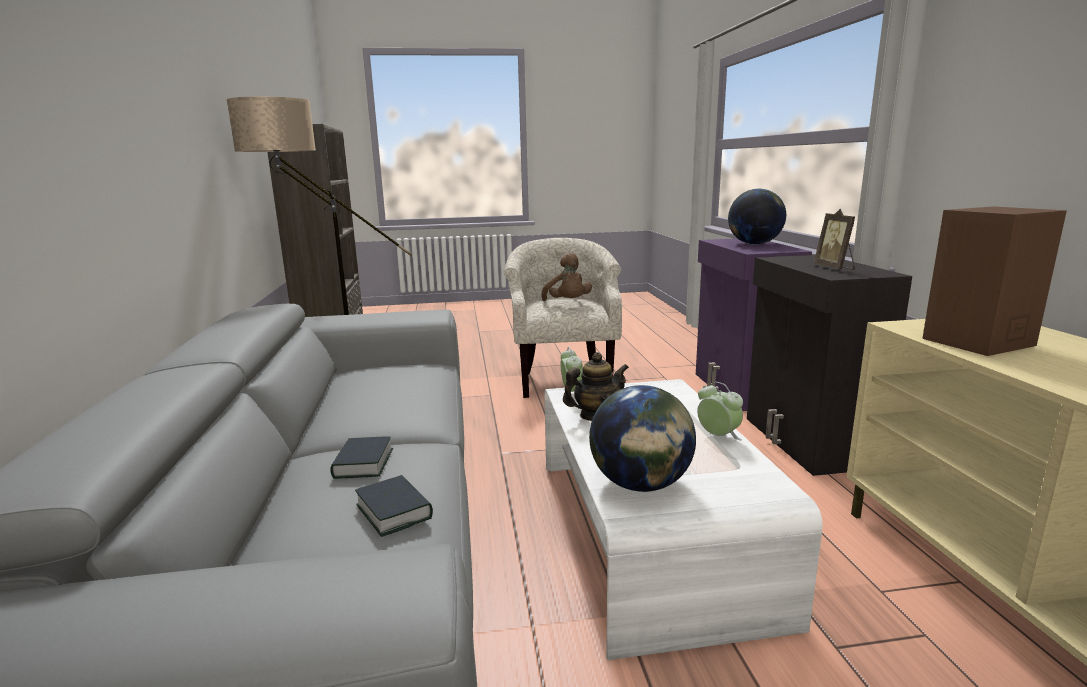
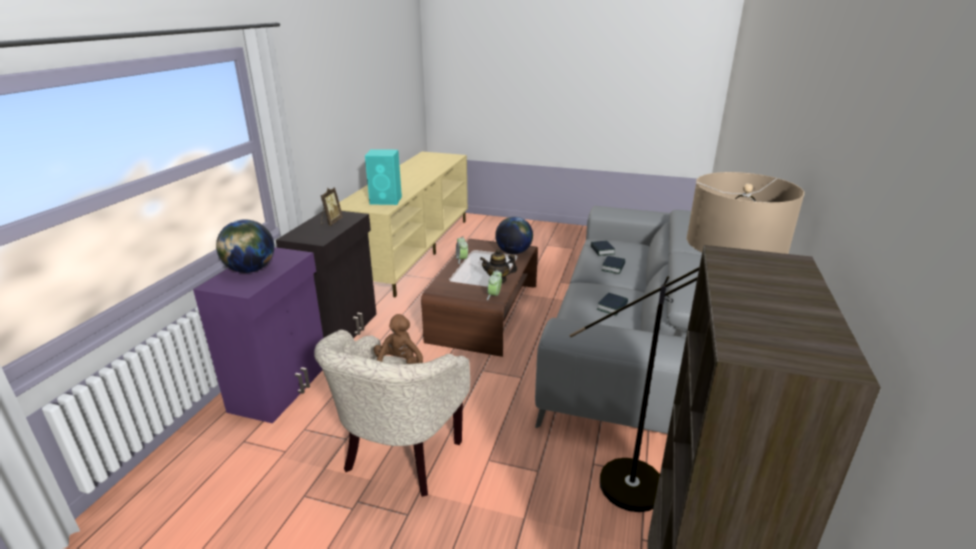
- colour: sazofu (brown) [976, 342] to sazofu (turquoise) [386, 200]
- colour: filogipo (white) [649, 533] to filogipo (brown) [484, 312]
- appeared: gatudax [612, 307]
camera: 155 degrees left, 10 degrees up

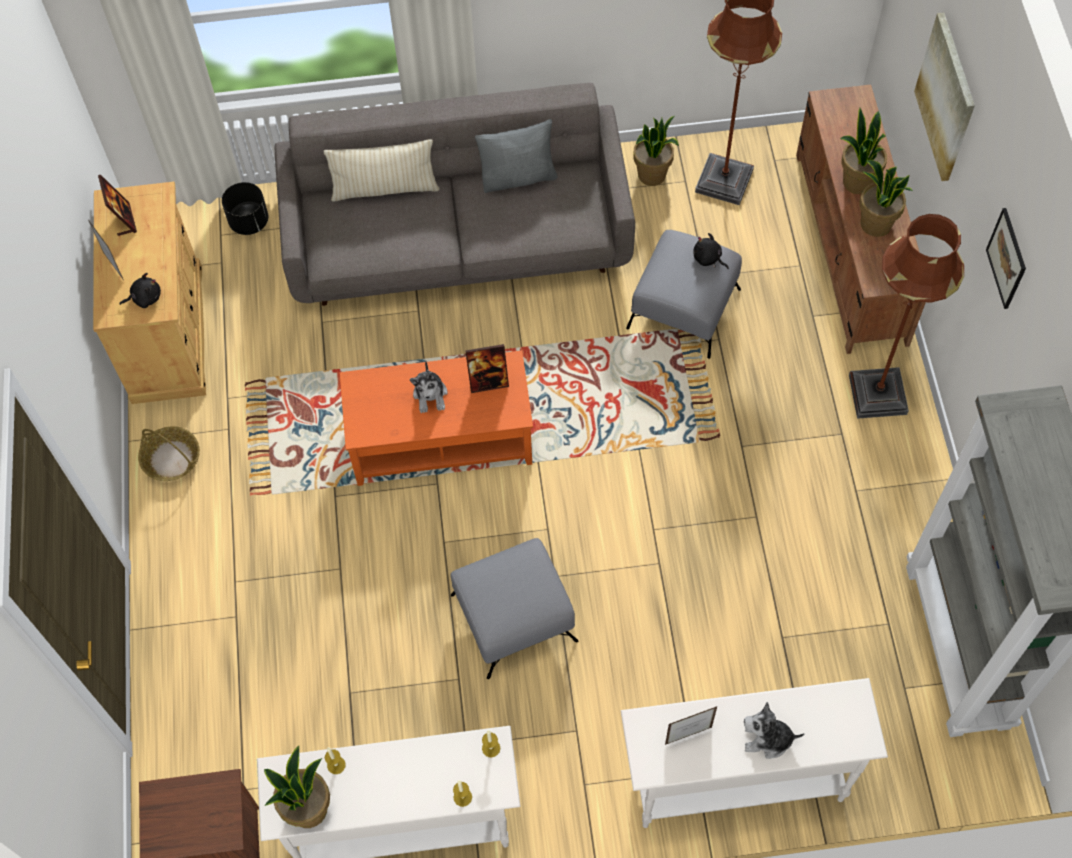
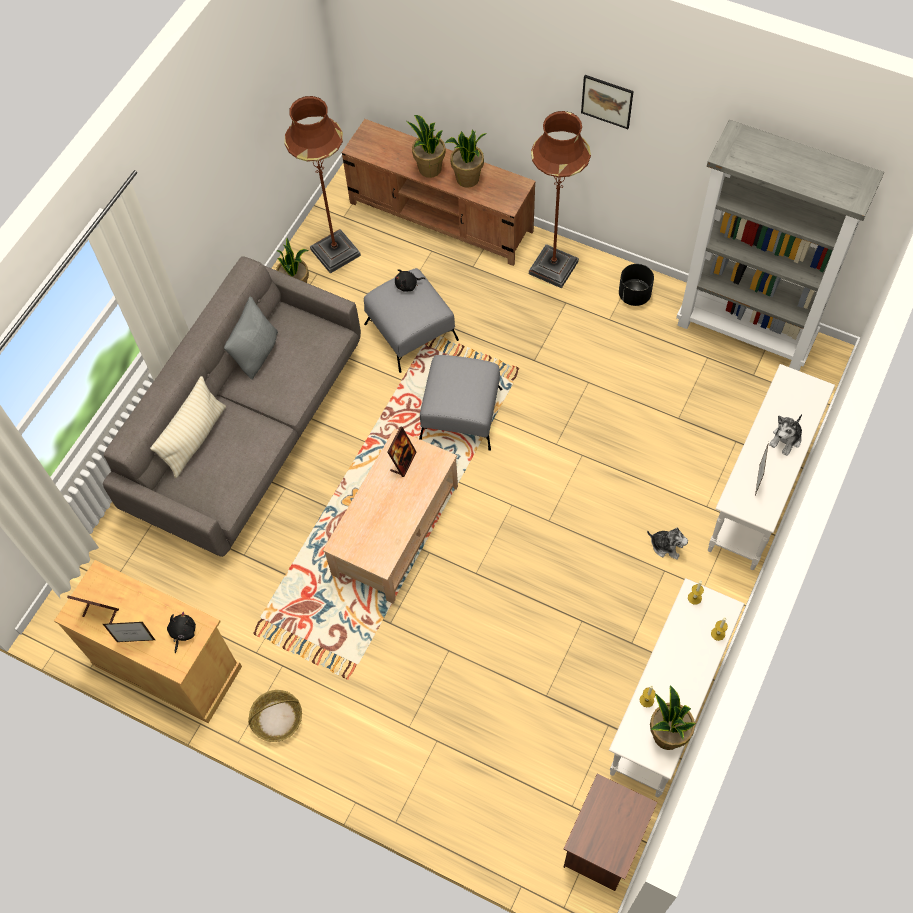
- missing: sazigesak [946, 97]
- relocated: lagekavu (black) [249, 221] to [634, 295]
- colour: filogipo (orange) [441, 436] to filogipo (beige) [395, 529]
- relocated: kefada [430, 395] to [666, 546]
- relocated: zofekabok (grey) [513, 617] to [460, 414]
camera: 55 degrees left, 0 degrees up

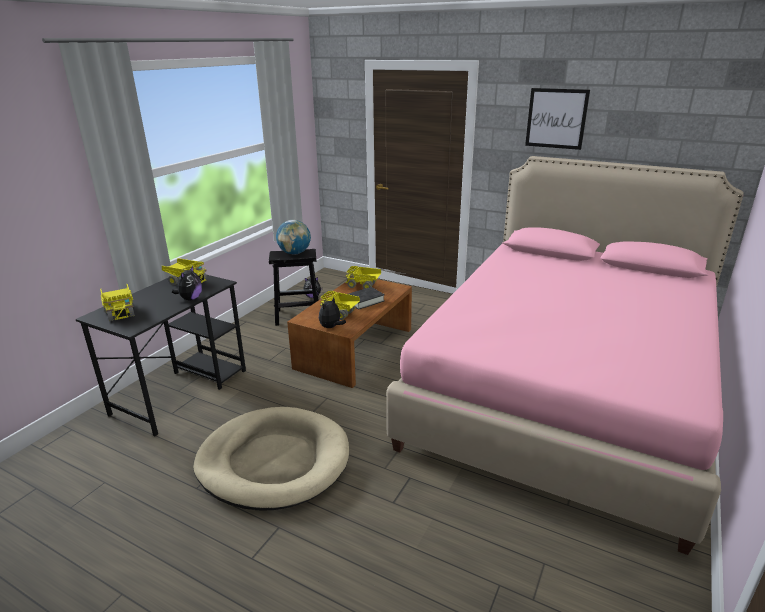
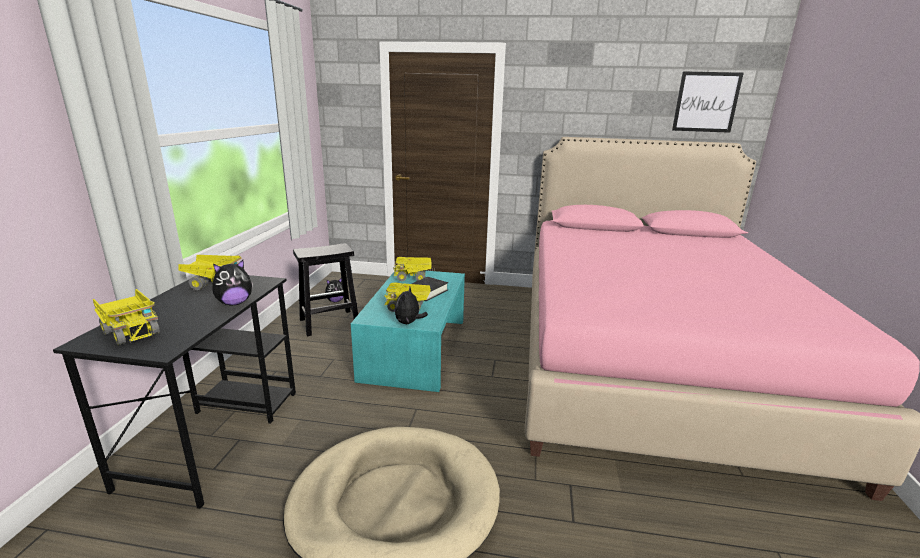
- relocated: sazigesak [556, 118] to [706, 102]
- missing: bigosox [294, 253]
- spun: kefada [190, 299] = [235, 303] 60 degrees clockwise
- colour: filogipo (brown) [355, 348] to filogipo (turquoise) [416, 348]
camera: 20 degrees left, 5 degrees down

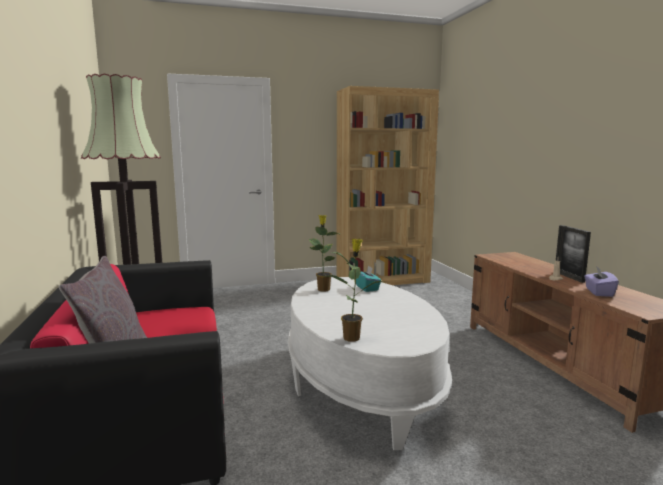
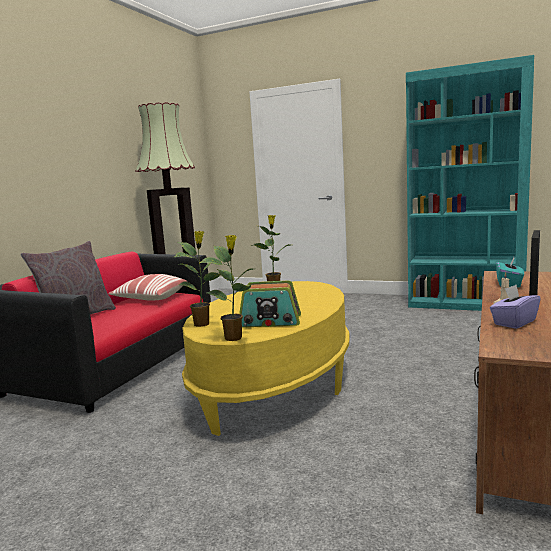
- colour: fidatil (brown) [383, 280] to fidatil (turquoise) [465, 304]
- relocated: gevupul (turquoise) [367, 288] to [509, 284]
- colour: filogipo (white) [362, 384] to filogipo (yellow) [275, 385]
- appeared: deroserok [234, 338]
- appeared: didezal [150, 298]
- appeared: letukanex [270, 321]
camera: 40 degrees right, 0 degrees up

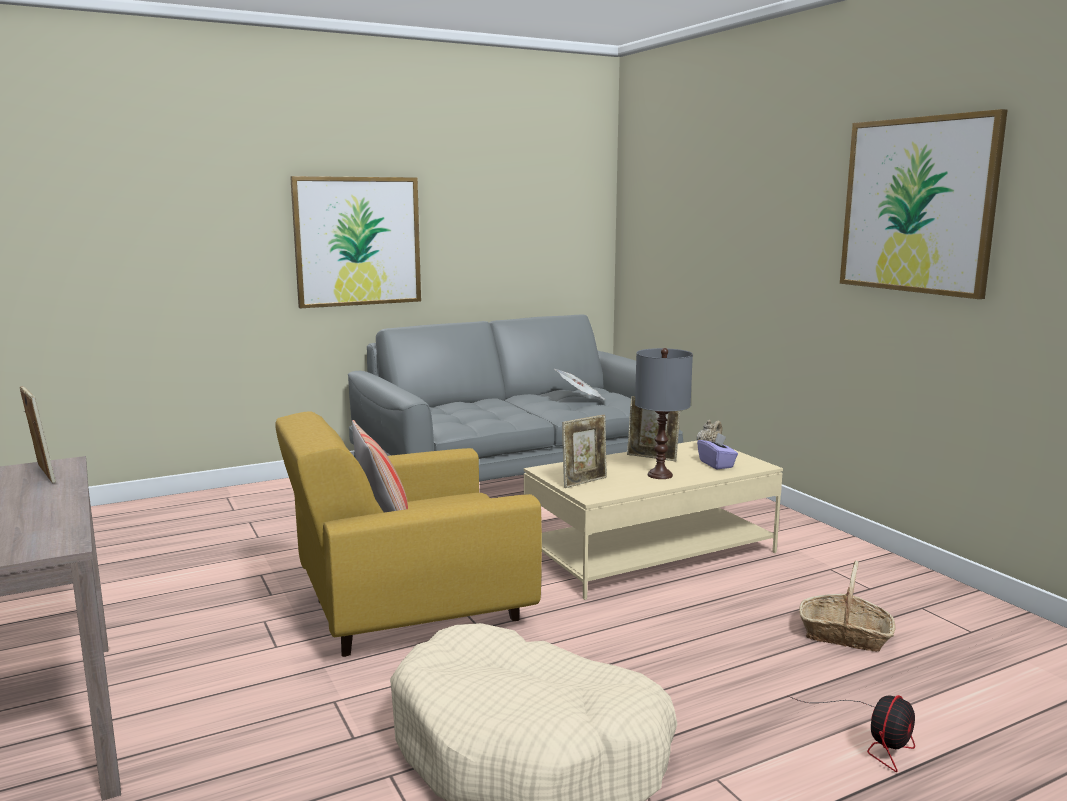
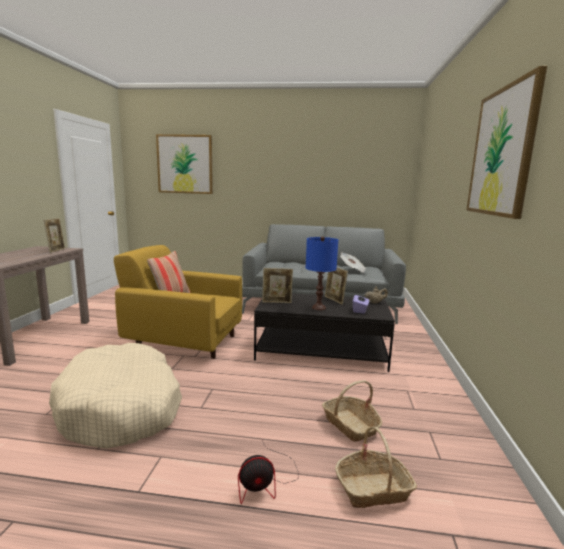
- relocated: sazigesak [357, 241] to [185, 164]
- colour: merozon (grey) [660, 475] to merozon (blue) [319, 308]
- colour: filogipo (beige) [650, 552] to filogipo (black) [321, 351]
- appeared: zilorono [373, 489]
camera: 35 degrees right, 0 degrees up

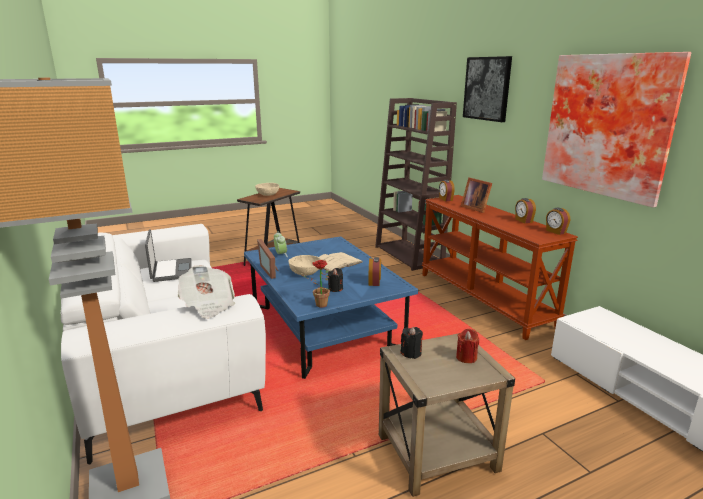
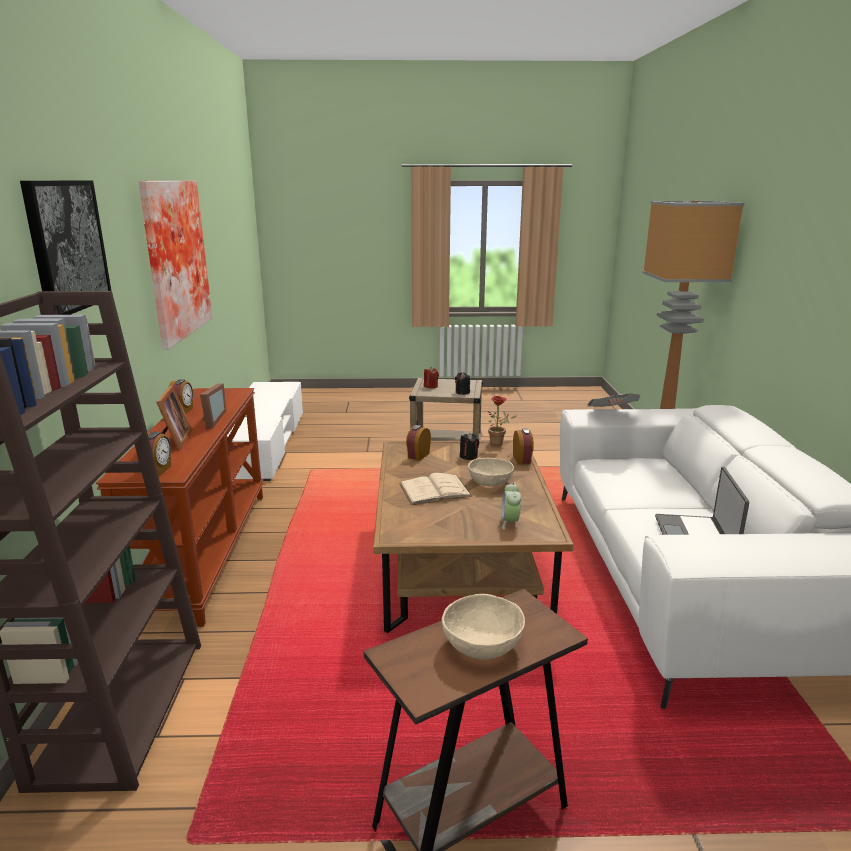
- relocated: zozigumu [555, 232] to [522, 459]
- colour: filogipo (blue) [324, 326] to filogipo (brown) [461, 565]
- relocated: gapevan [271, 270] to [210, 420]
camera: 155 degrees left, 0 degrees up

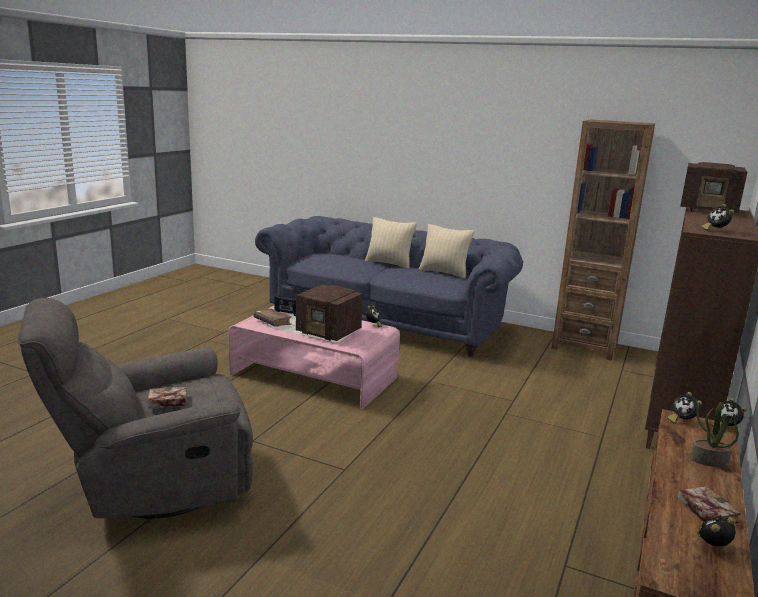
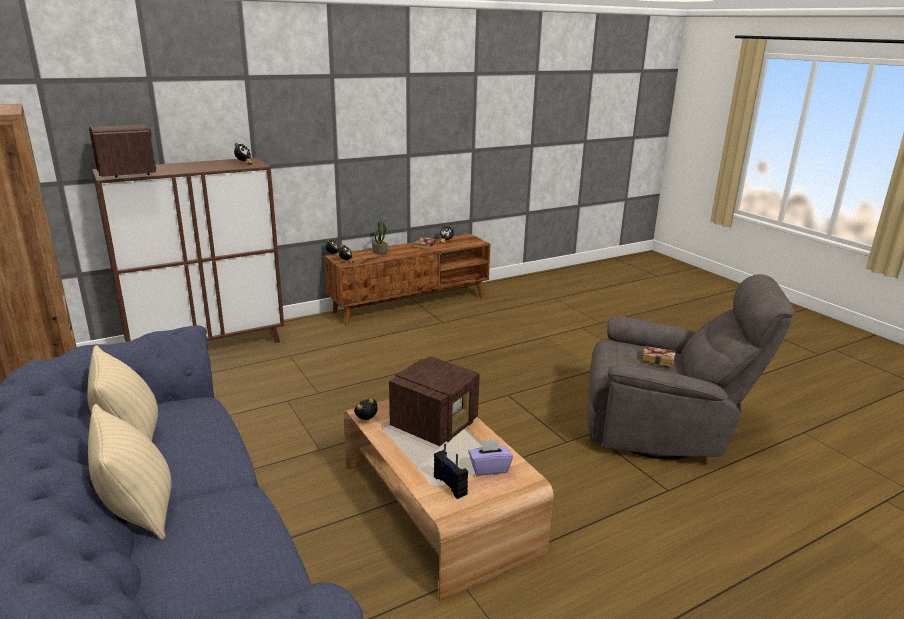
- spun: letukanex [329, 332] = [435, 424] 60 degrees clockwise
- colour: filogipo (pink) [314, 376] to filogipo (brown) [438, 507]
- exchanged: gatudax (brown) [272, 322] to gevupul (purple) [489, 468]
camera: 145 degrees left, 5 degrees up

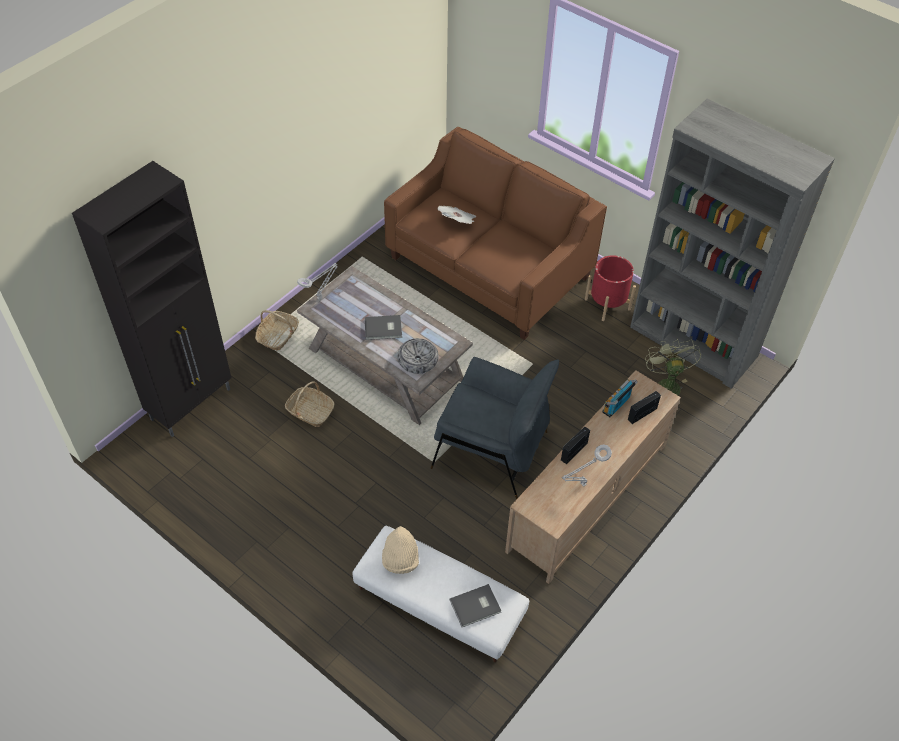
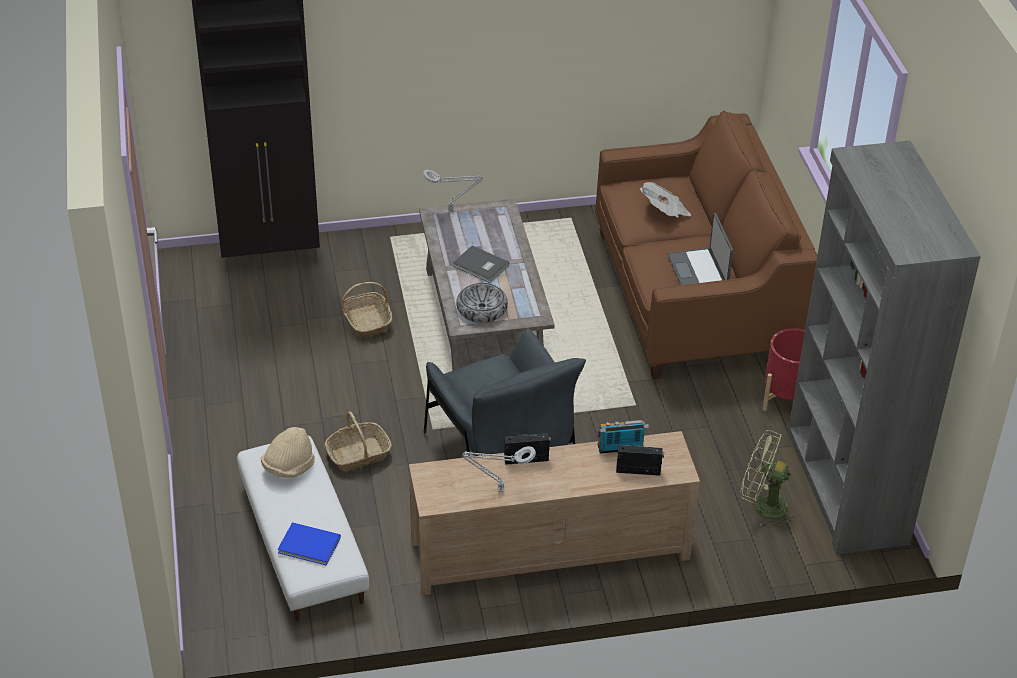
- relocated: zilorono [278, 336] to [358, 455]
- spun: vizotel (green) [665, 384] = [762, 506] 105 degrees counterclockwise
- colour: gatudax (grey) [476, 607] to gatudax (blue) [309, 546]
- appeared: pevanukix [699, 271]
camera: 40 degrees right, 10 degrees down

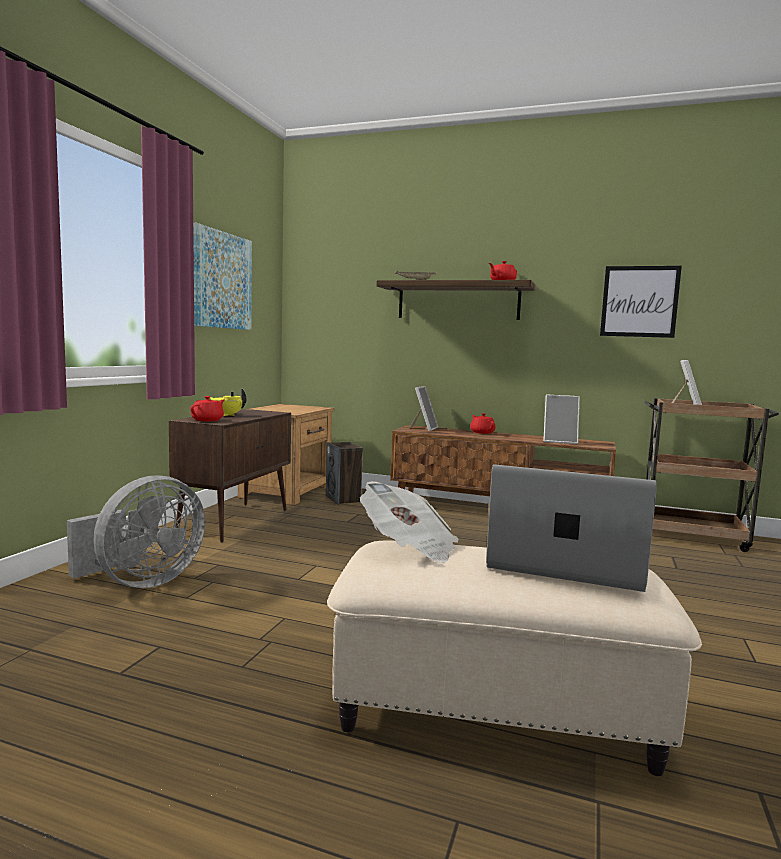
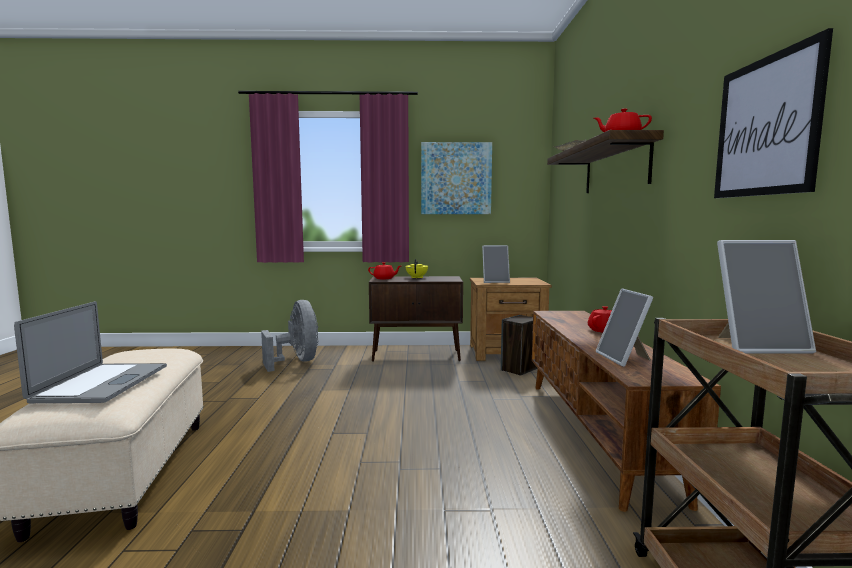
- relocated: gapevan [423, 428] to [495, 281]
- spun: vizotel (grey) [141, 582] = [297, 362] 135 degrees counterclockwise
- missing: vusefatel [409, 547]
camera: 70 degrees right, 0 degrees up

